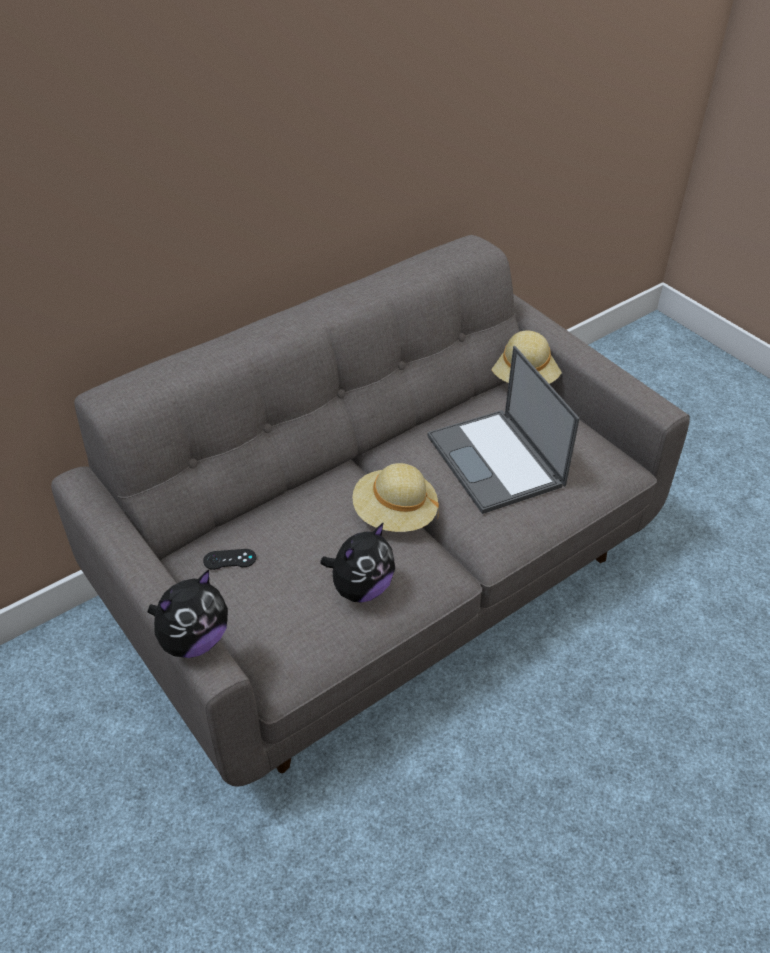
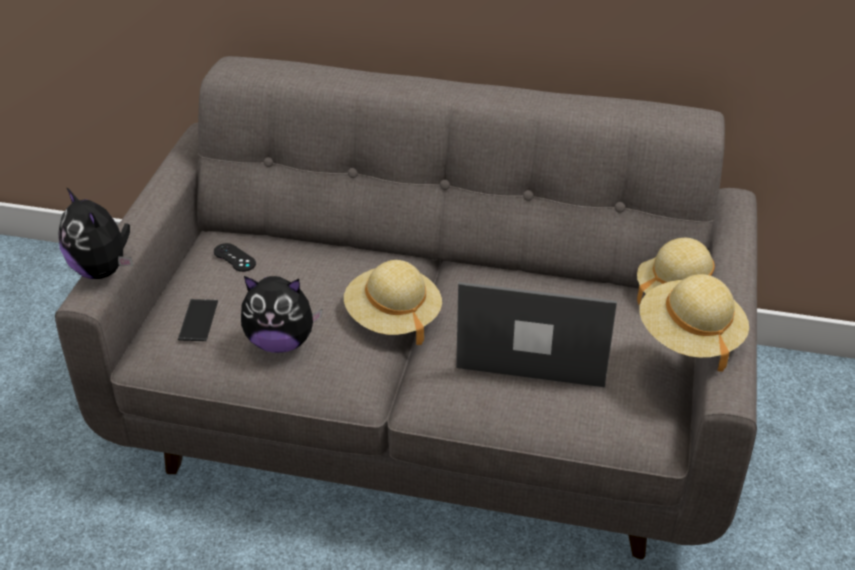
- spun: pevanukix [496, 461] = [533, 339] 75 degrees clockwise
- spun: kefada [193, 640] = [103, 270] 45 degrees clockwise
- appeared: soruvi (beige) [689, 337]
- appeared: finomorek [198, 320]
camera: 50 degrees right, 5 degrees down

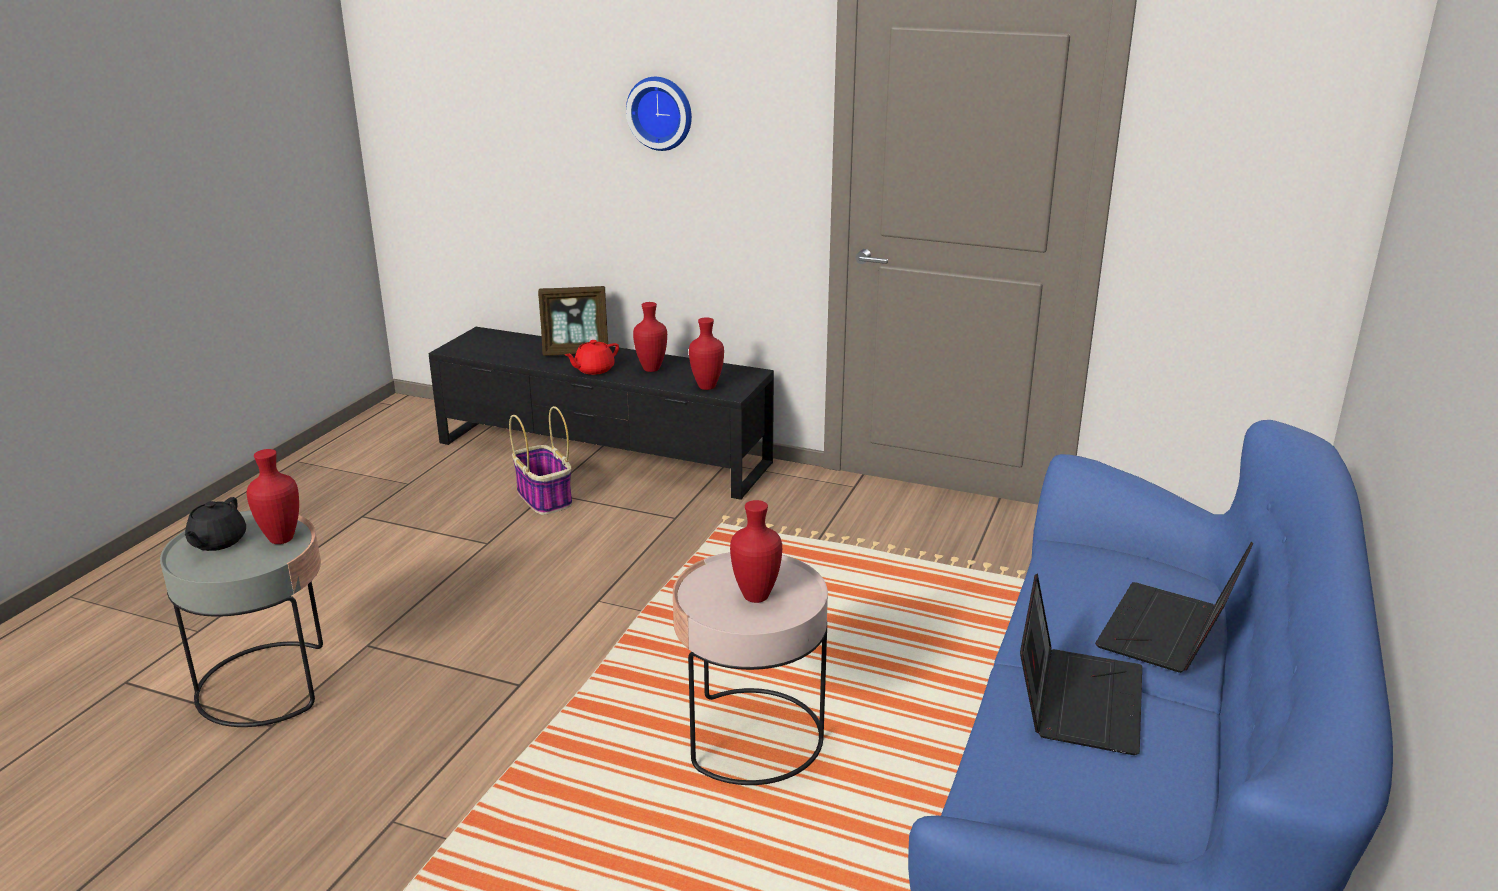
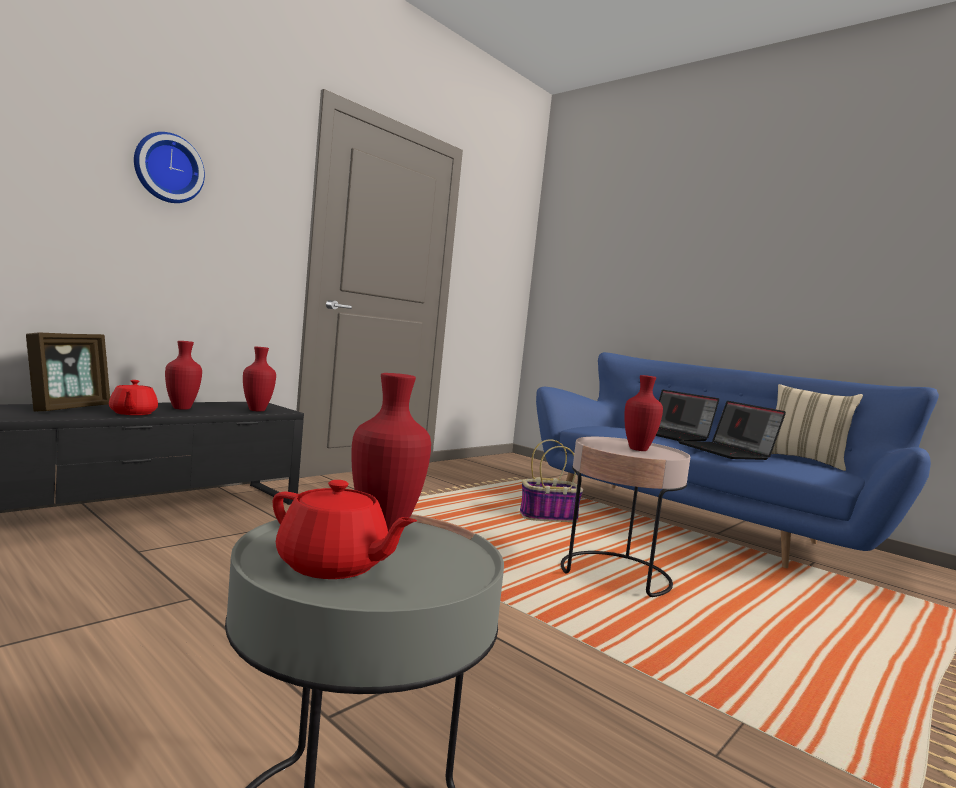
- relocated: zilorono [545, 498] to [548, 517]
- colour: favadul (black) [217, 542] to favadul (red) [333, 566]
- spun: pevanukix [1076, 698] = [727, 452] 150 degrees counterclockwise
- appeared: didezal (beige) [804, 461]
camera: 70 degrees left, 20 degrees down

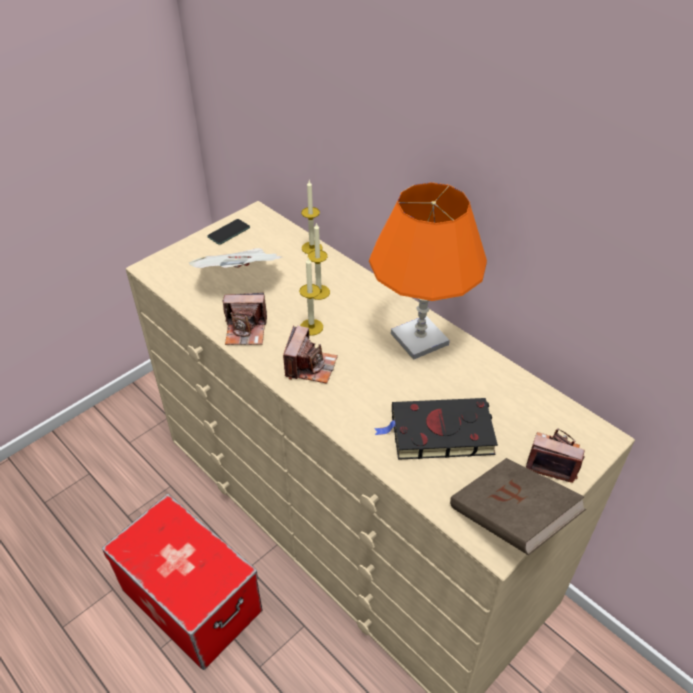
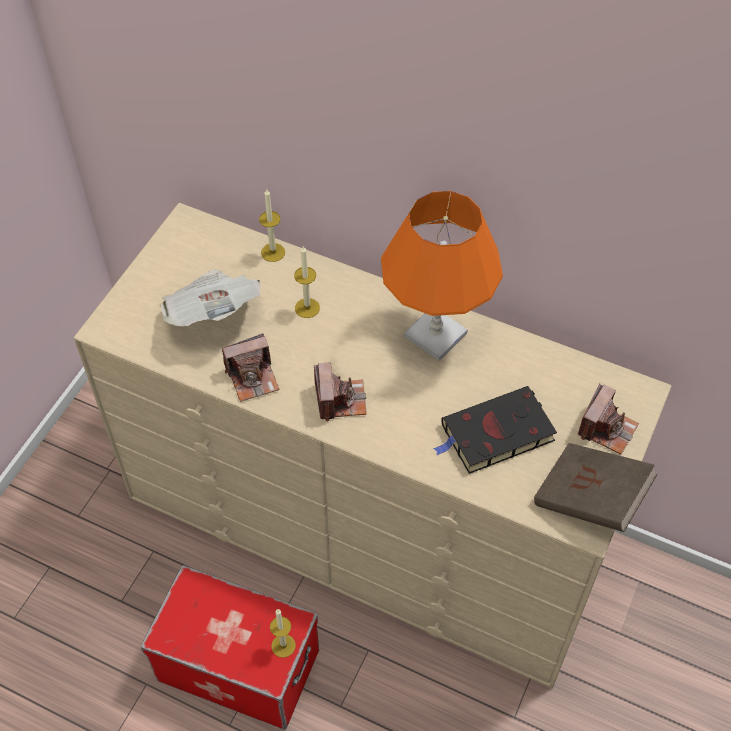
- missing: finomorek [229, 232]
- relocated: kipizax [311, 327] to [283, 645]
- spun: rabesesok [552, 459] = [606, 428] 120 degrees clockwise
camera: 20 degrees left, 10 degrees up

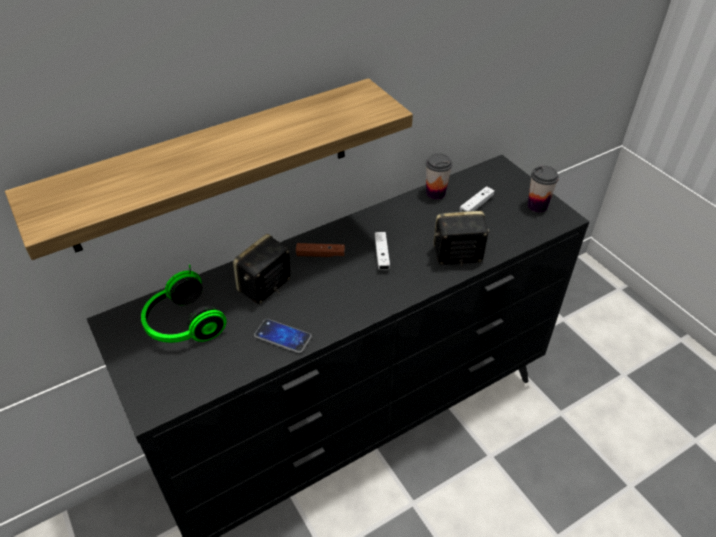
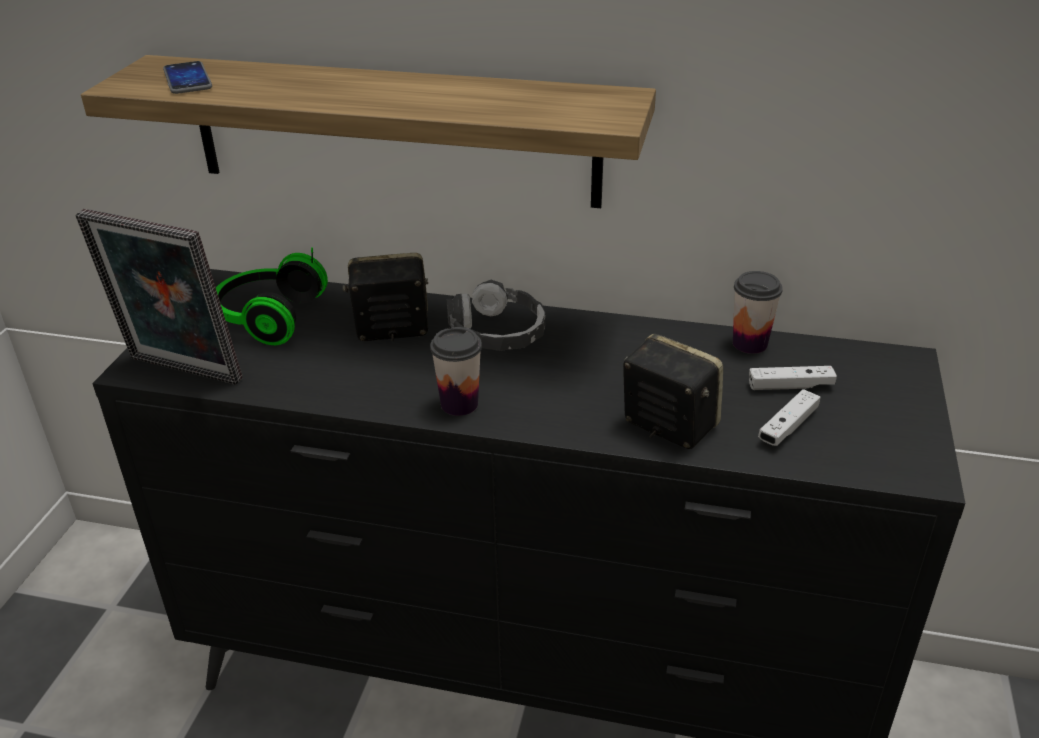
- relocated: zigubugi [537, 206] to [459, 404]
- relocated: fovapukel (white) [381, 255] to [788, 427]
- exchanged: fovapukel (brown) [320, 254] to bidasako [497, 332]
- relocated: finomorek [283, 337] to [187, 79]
- appeared: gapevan [180, 373]
camera: 45 degrees right, 10 degrees down

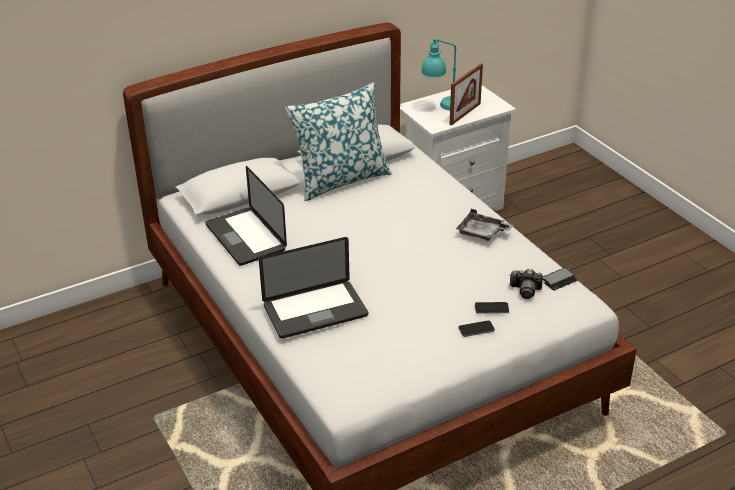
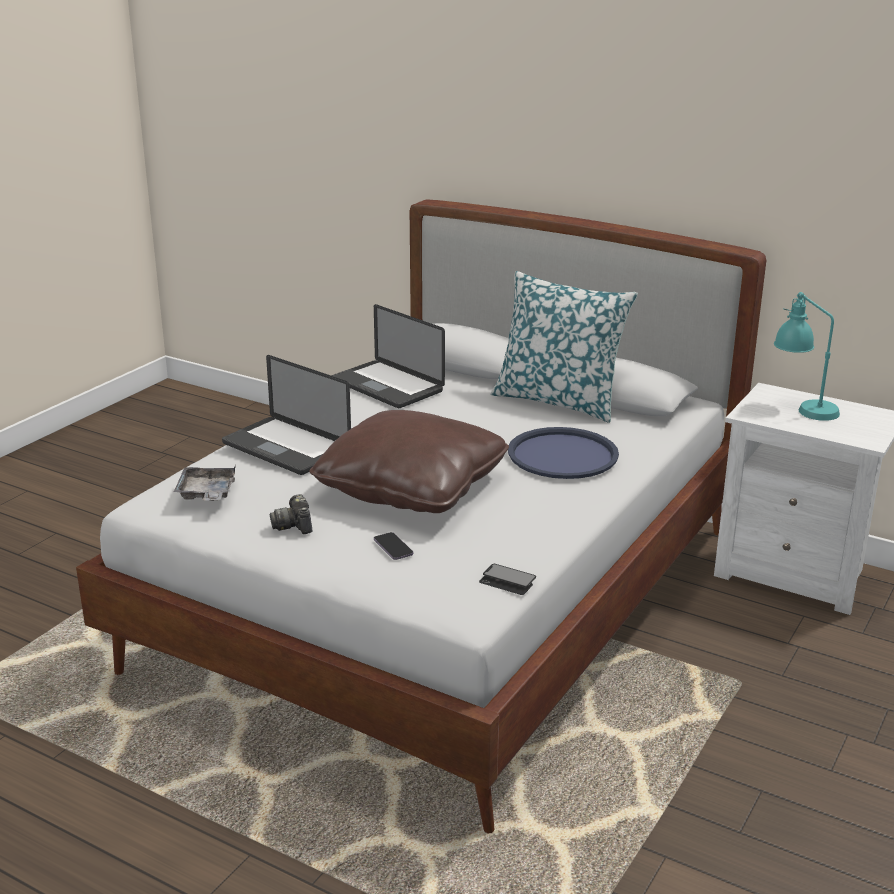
- missing: gapevan [465, 114]
- spun: pevanukix [245, 237] = [387, 386] 75 degrees counterclockwise
- relocated: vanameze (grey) [482, 233] to [206, 493]
- relocated: rabesesok [525, 290] to [294, 525]
- missing: finomorek [476, 329]
- appeared: didezal (brown) [411, 488]
- appeared: vanameze (blue) [562, 455]
camera: 60 degrees right, 10 degrees down

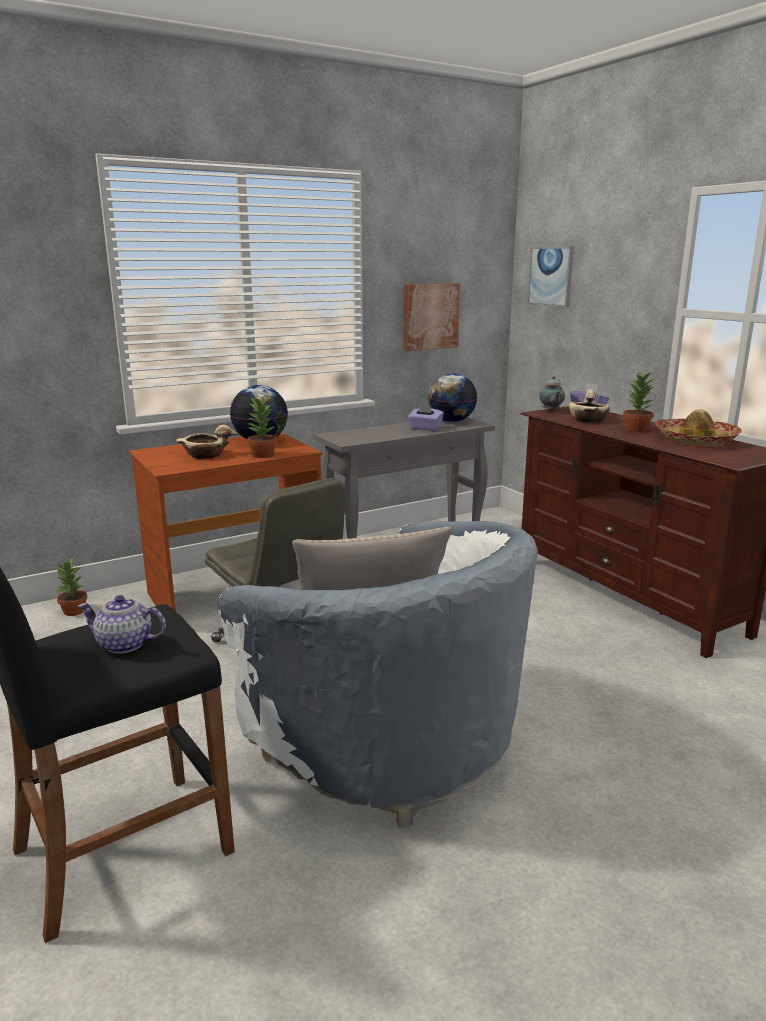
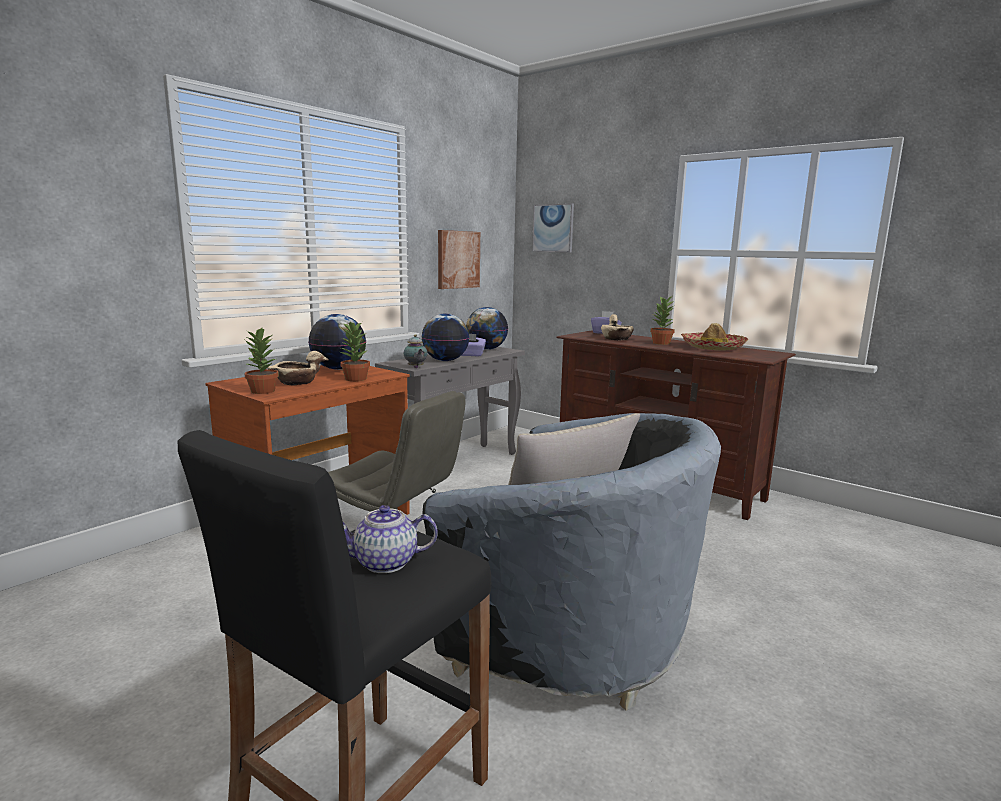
- relocated: favadul [551, 411] to [415, 368]
- colour: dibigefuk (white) [391, 750] to dibigefuk (black) [567, 640]
- relocated: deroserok [73, 611] to [262, 391]
- appeared: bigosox [445, 360]
camera: 20 degrees left, 5 degrees down

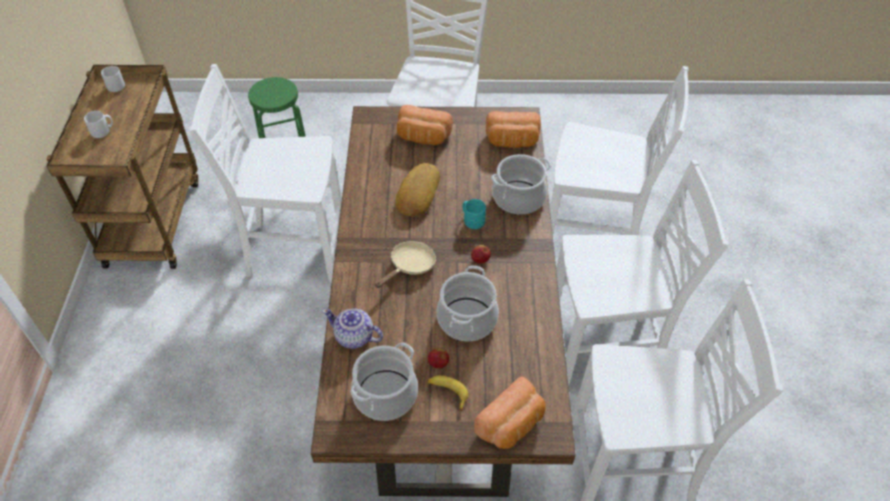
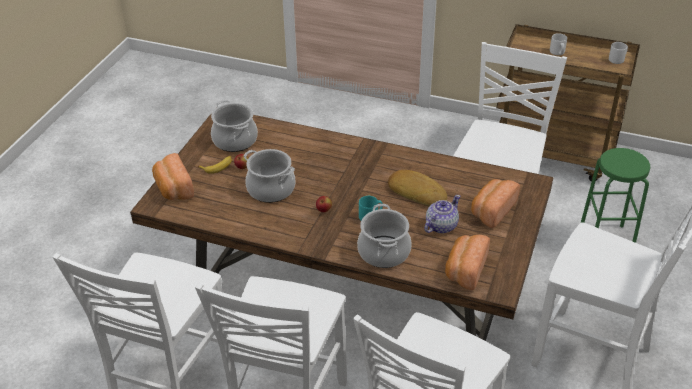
- missing: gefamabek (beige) [410, 266]
- relocated: favadul [354, 337] to [440, 226]
camera: 110 degrees right, 10 degrees down

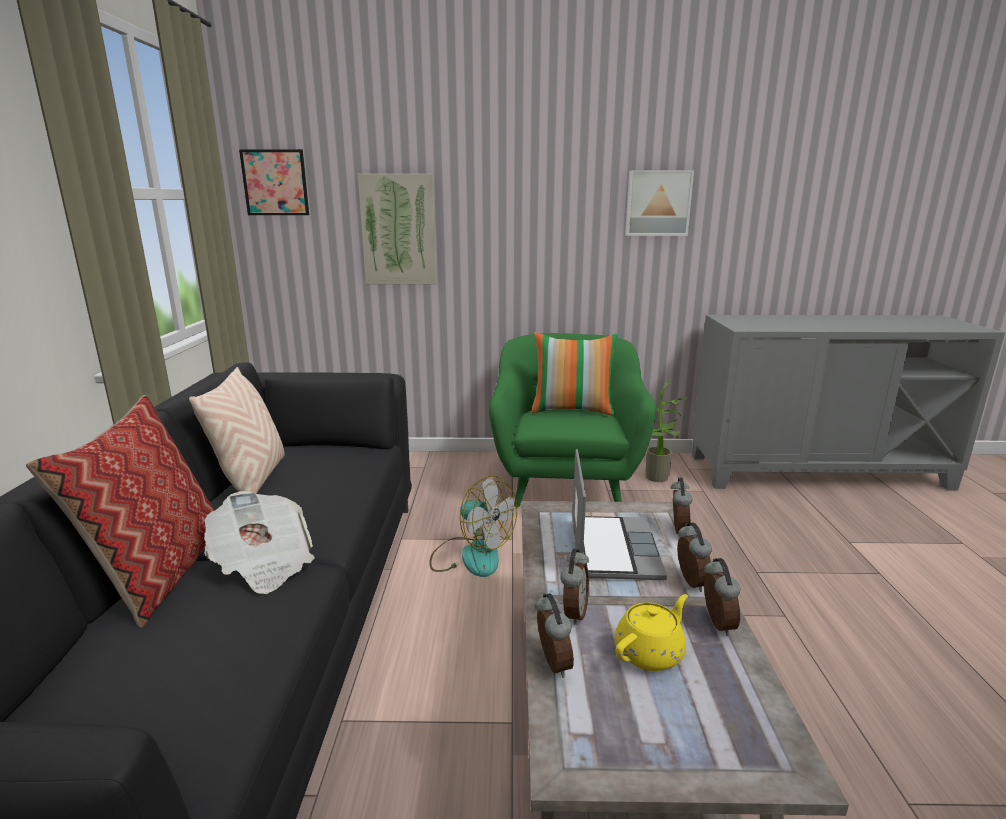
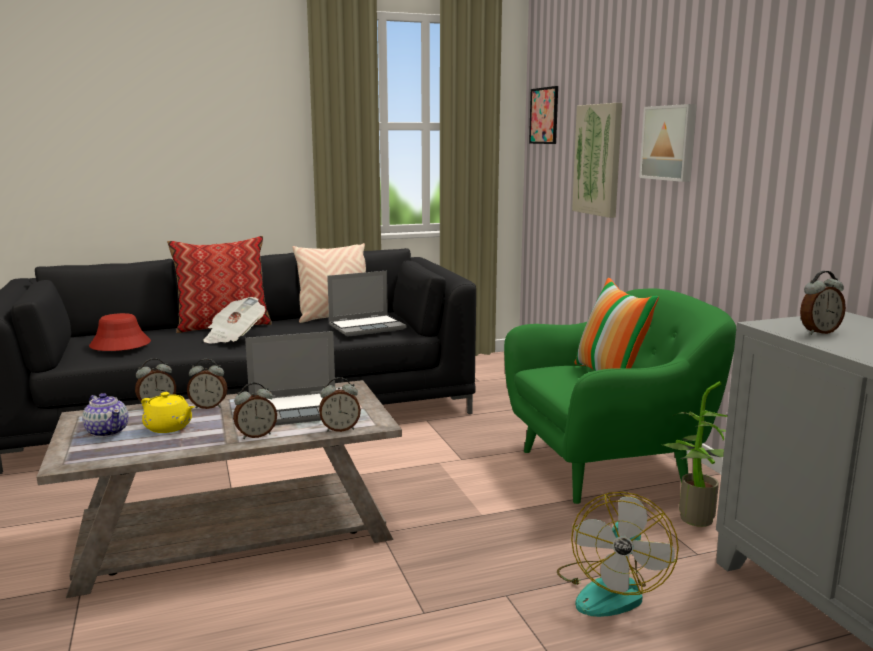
- relocated: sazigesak [657, 203] to [670, 143]
- relocated: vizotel [471, 555] to [610, 590]
- relocated: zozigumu [716, 624] to [818, 332]
- appeared: pevanukix [367, 327]
- appeared: soruvi (red) [120, 345]
- appeared: favadul [107, 431]
camera: 70 degrees right, 5 degrees down

